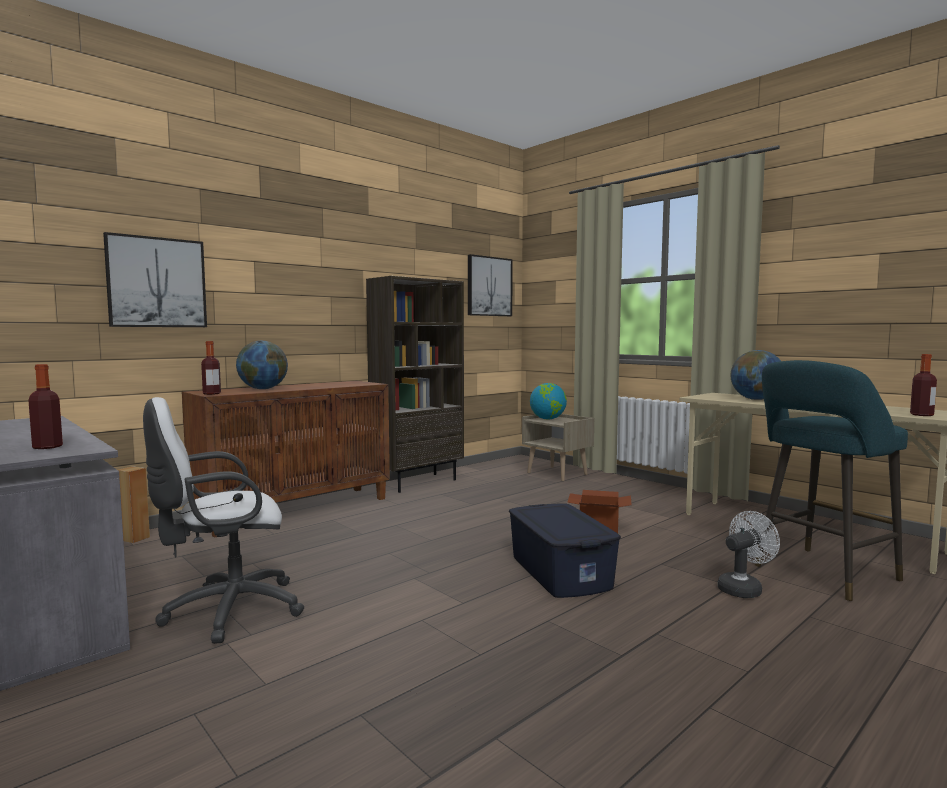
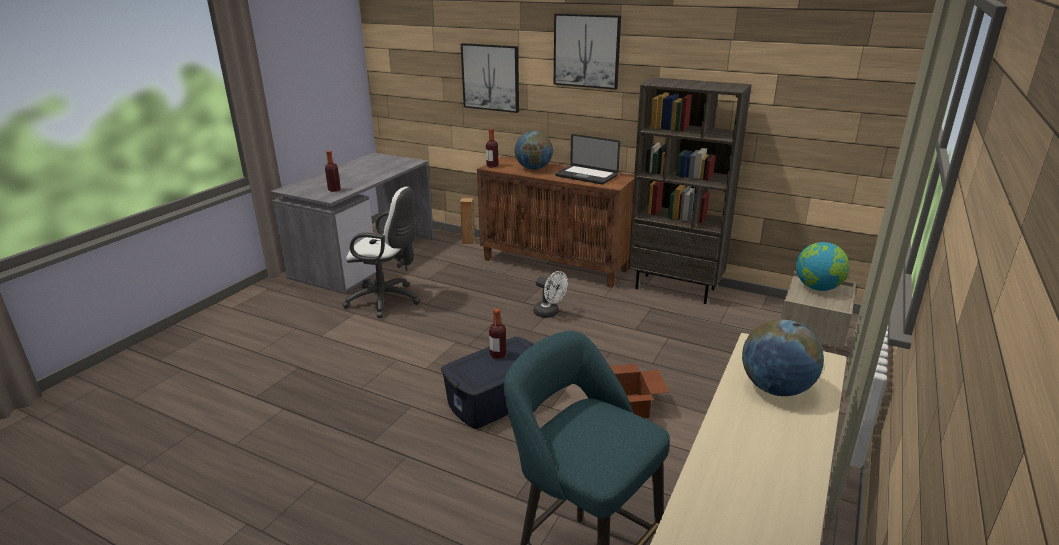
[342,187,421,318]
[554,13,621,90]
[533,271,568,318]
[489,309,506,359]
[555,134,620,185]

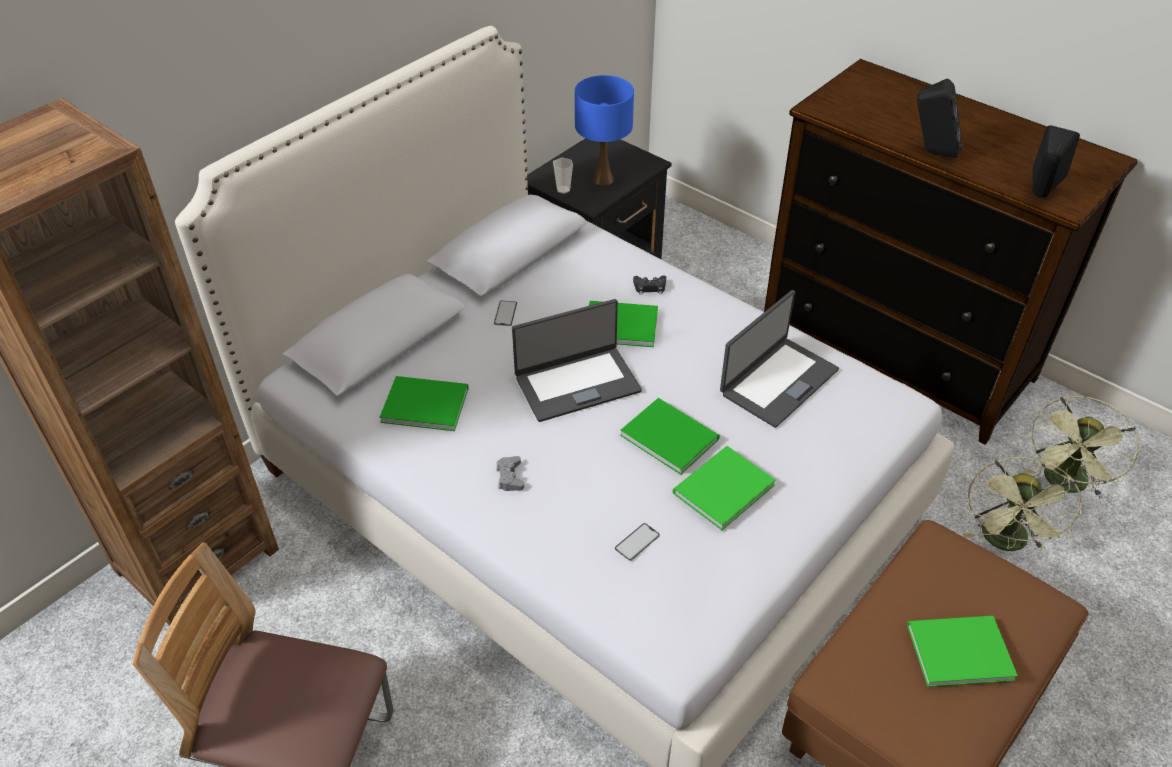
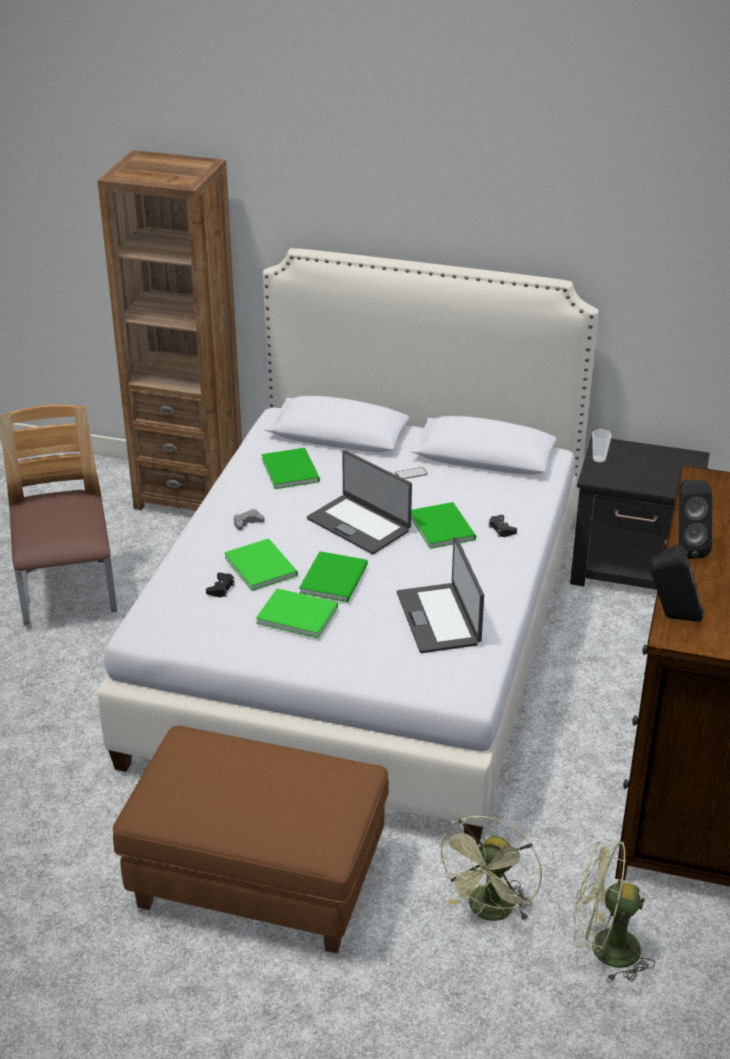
[575,75,634,185] (first image)
[206,573,235,597]
[397,537,484,653]
[224,538,298,591]
[435,816,542,922]

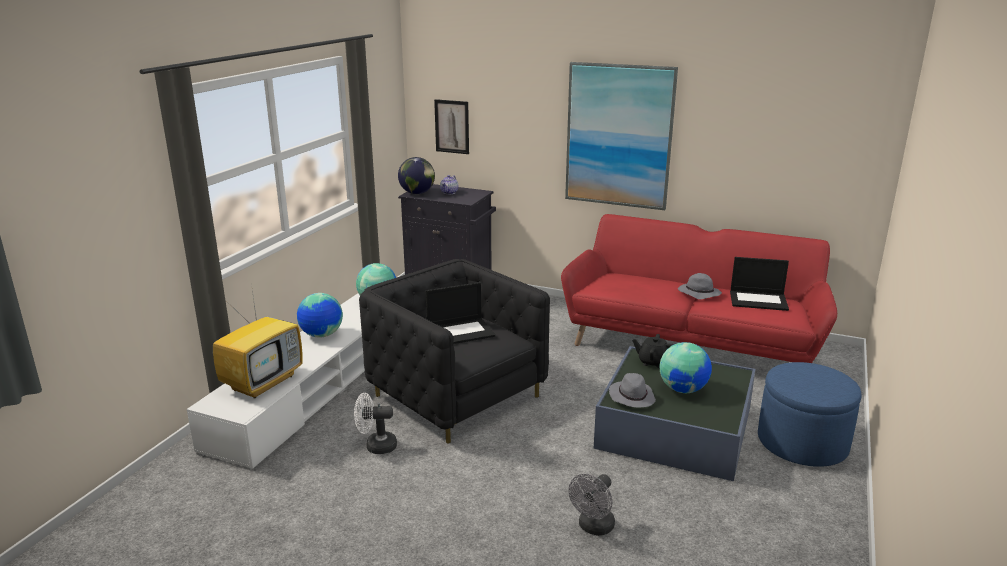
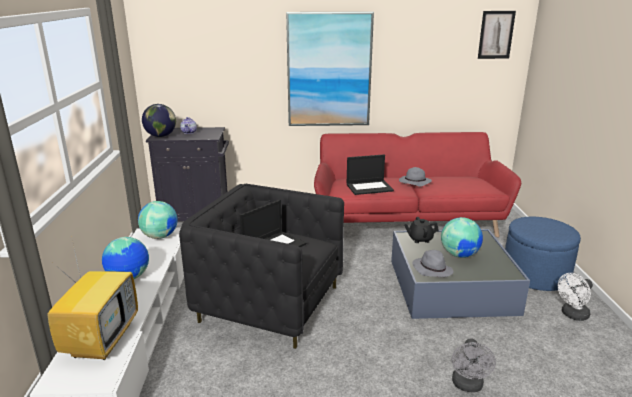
[558,273,593,321]
[478,11,516,59]
[347,154,394,195]

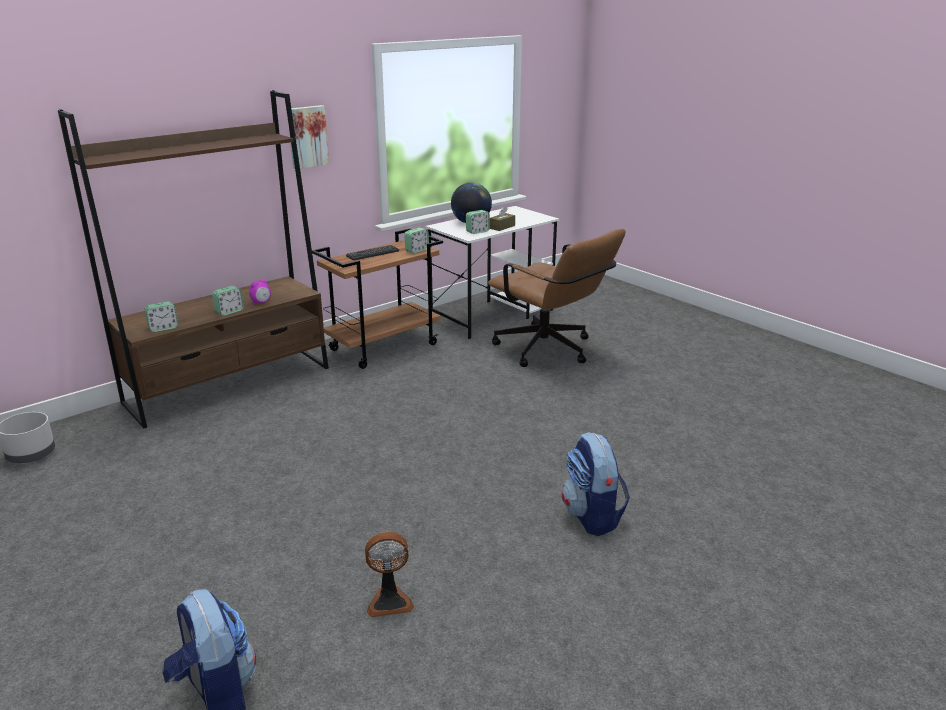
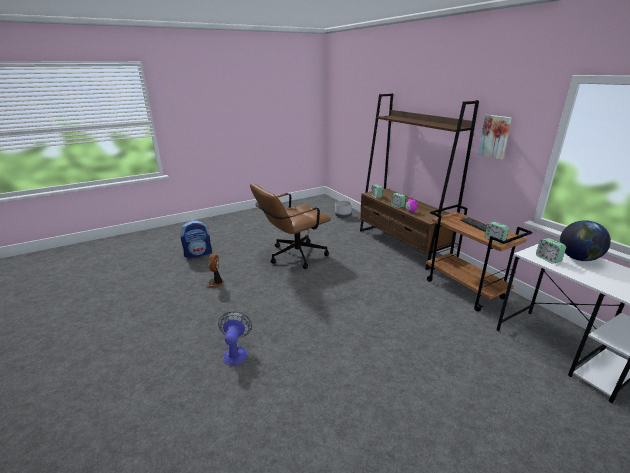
[250,183,331,269]
[490,206,515,231] (first image)
[218,311,252,365]

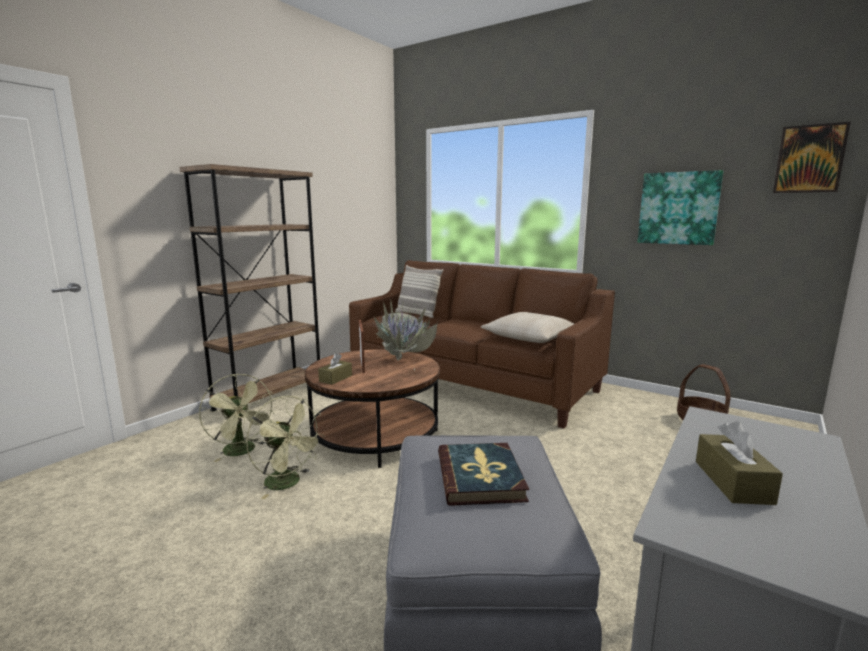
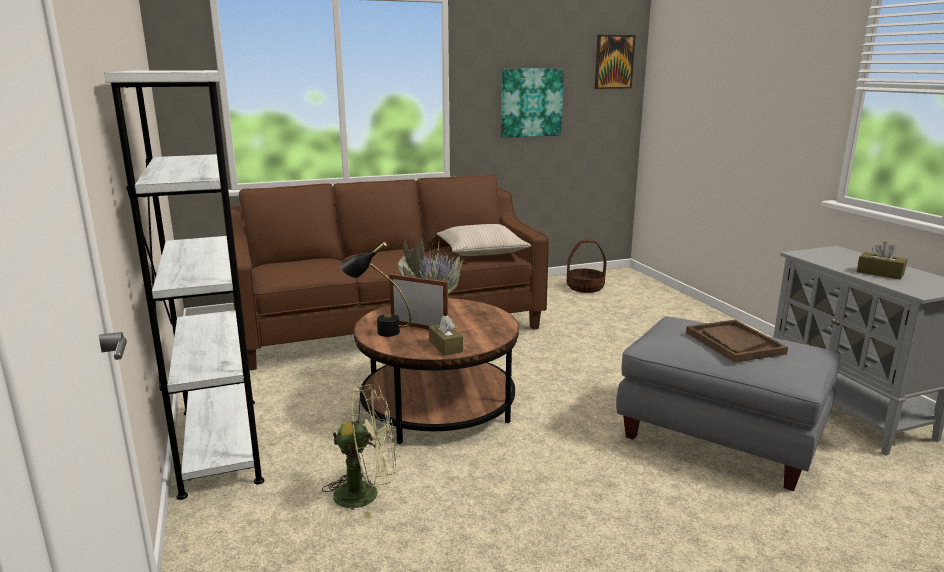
[104,70,264,500]
[246,396,325,499] (first image)
[395,265,443,318] (first image)
[686,320,788,363]
[340,242,411,337]

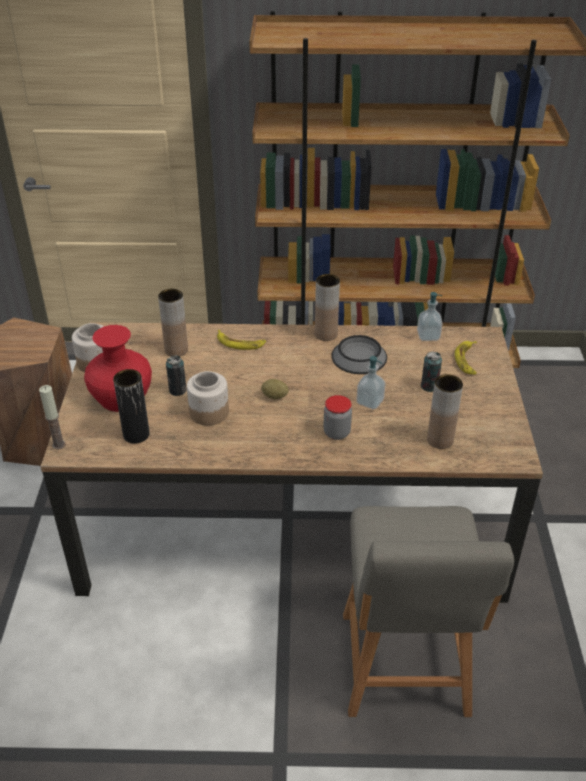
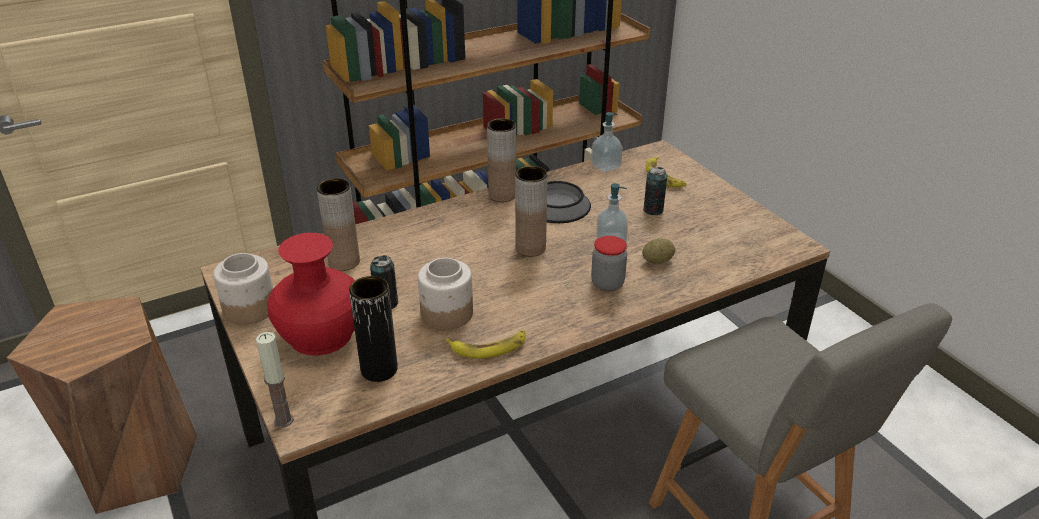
[446,330,526,358]
[642,239,675,264]
[515,166,548,256]

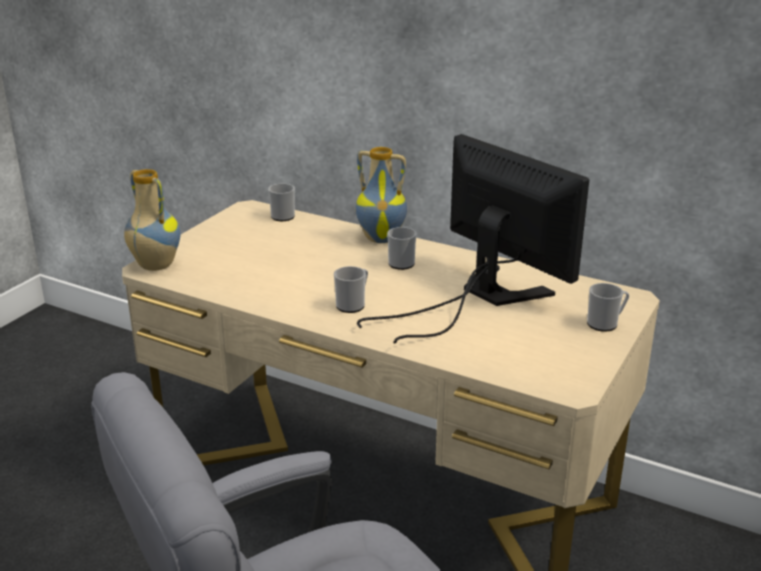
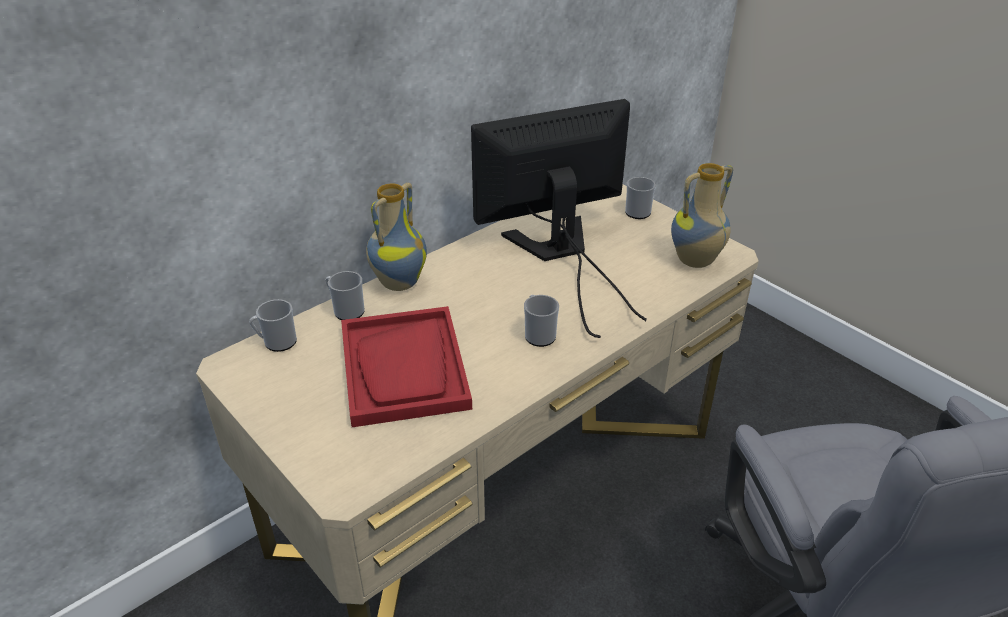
[671,163,733,268]
[325,271,365,320]
[341,306,472,427]

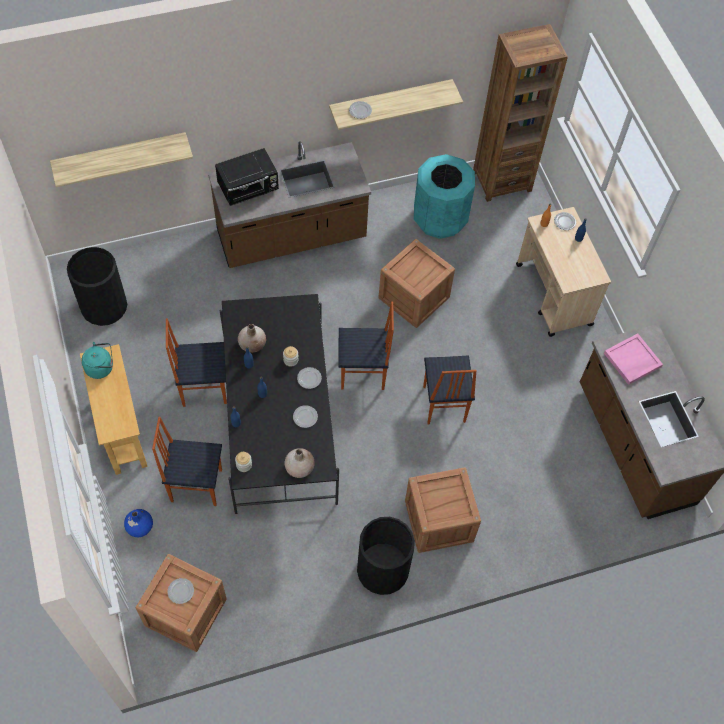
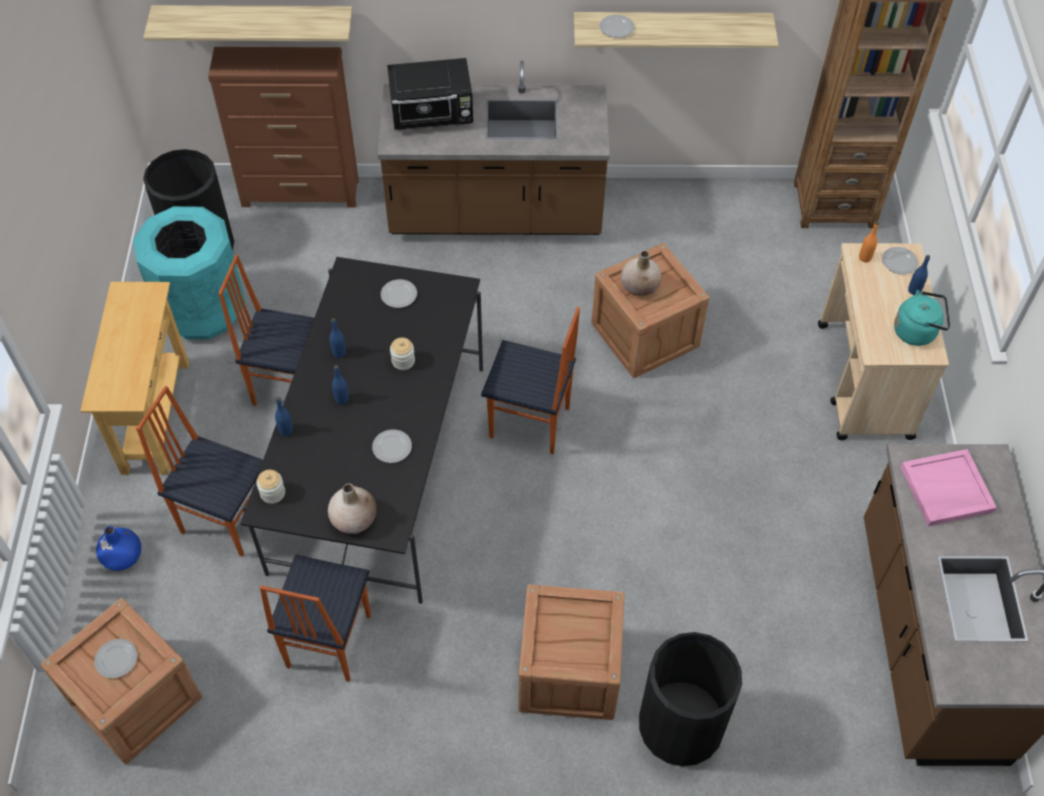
[894,290,950,346]
[621,251,662,296]
[381,279,417,308]
[639,632,742,766]
[133,206,245,340]
[260,555,371,682]
[208,47,359,208]

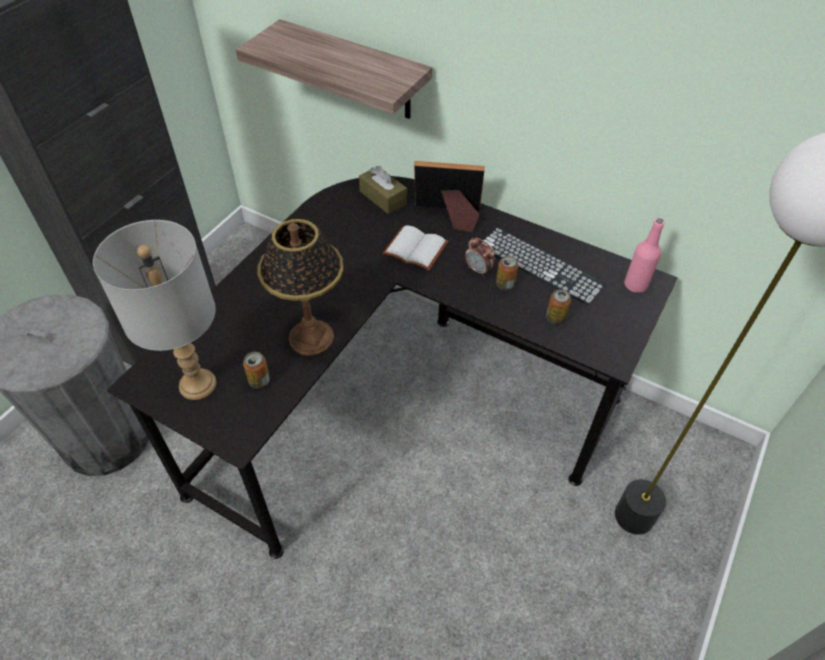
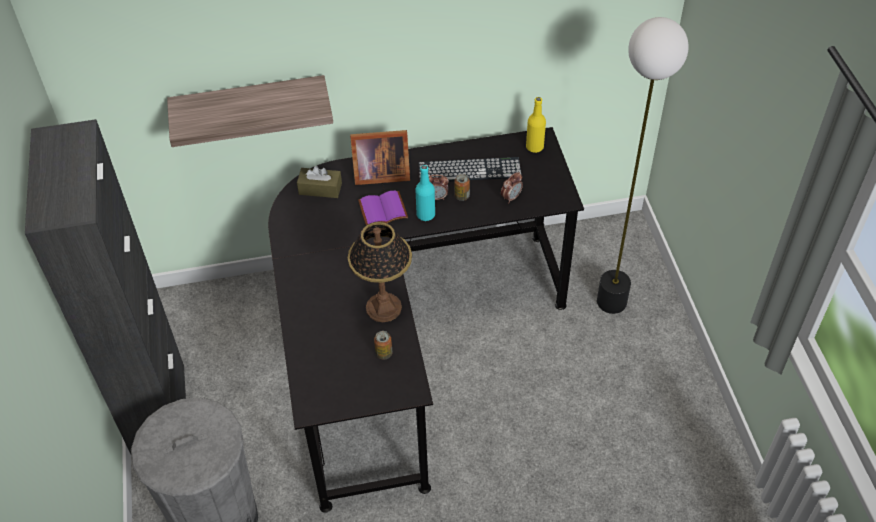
[93,220,217,400] (first image)
[358,191,408,225]
[350,130,410,185]
[501,172,523,203]
[526,97,546,153]
[415,165,435,221]

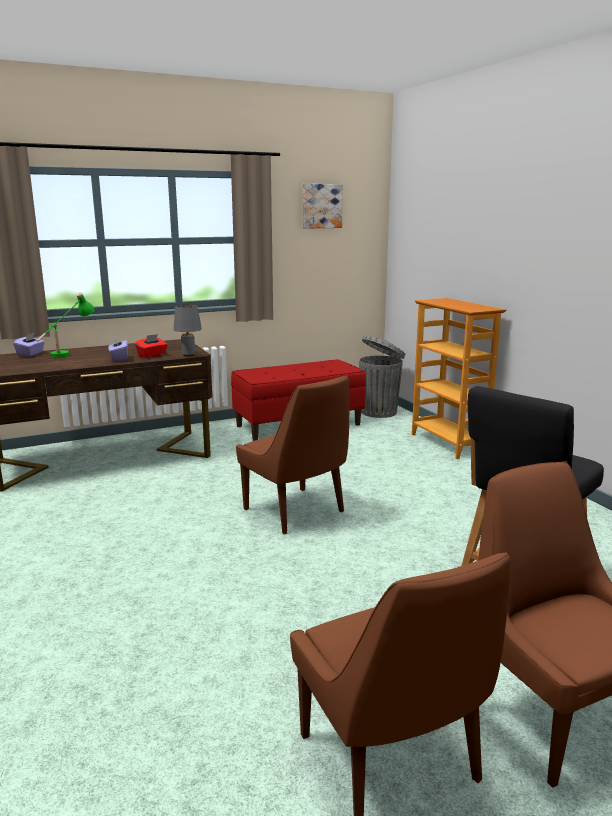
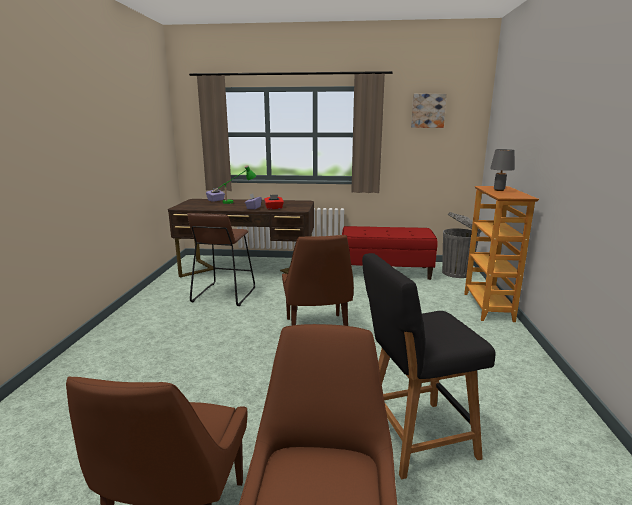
[490,149,515,191]
[187,213,255,306]

